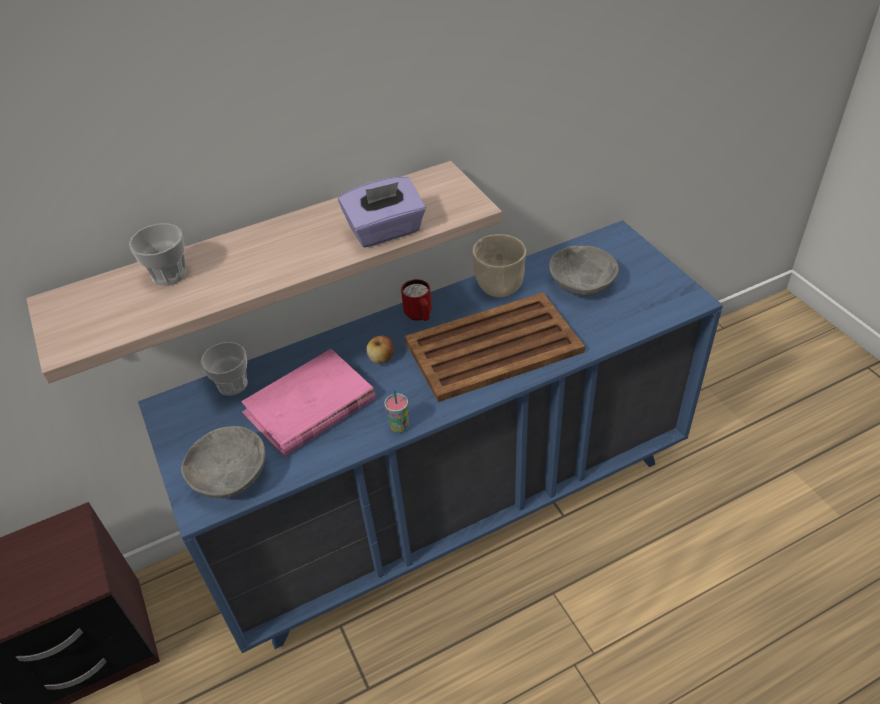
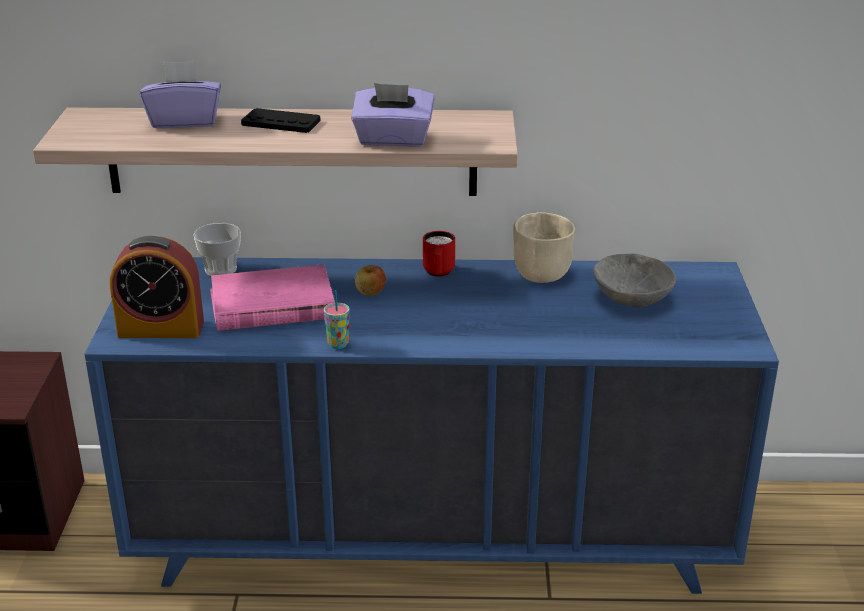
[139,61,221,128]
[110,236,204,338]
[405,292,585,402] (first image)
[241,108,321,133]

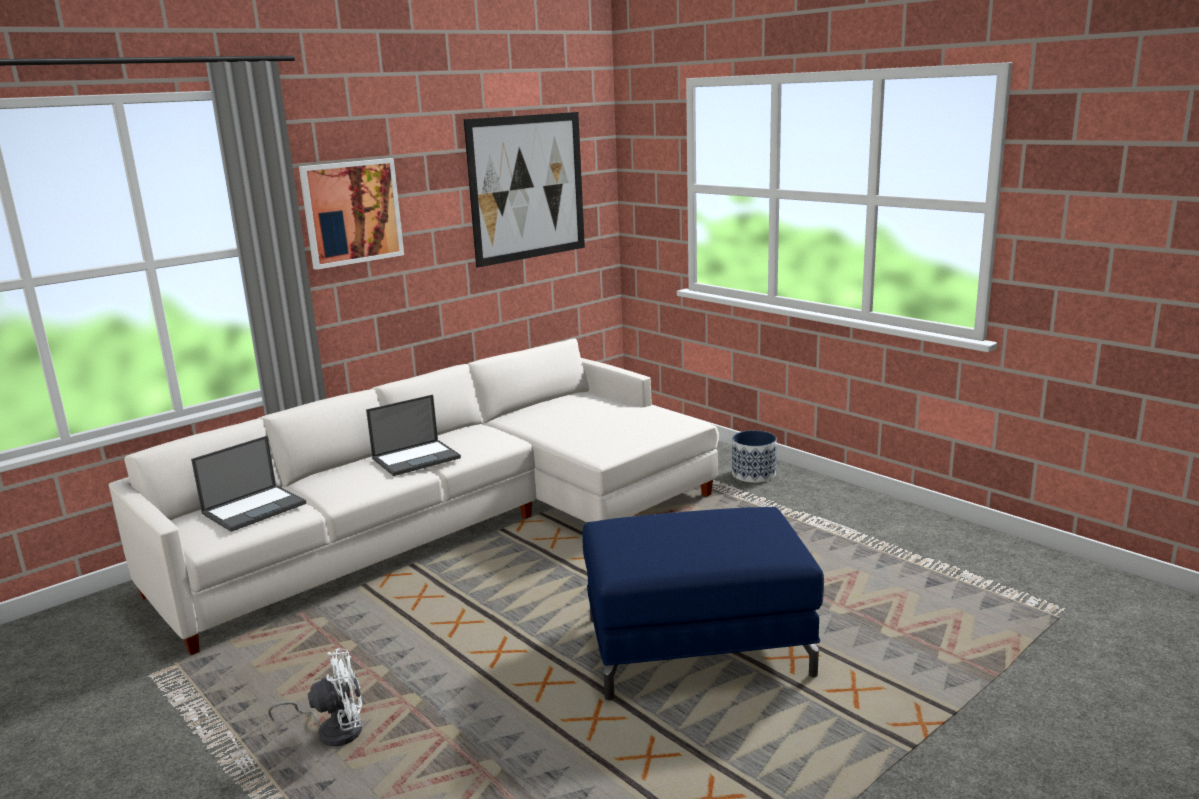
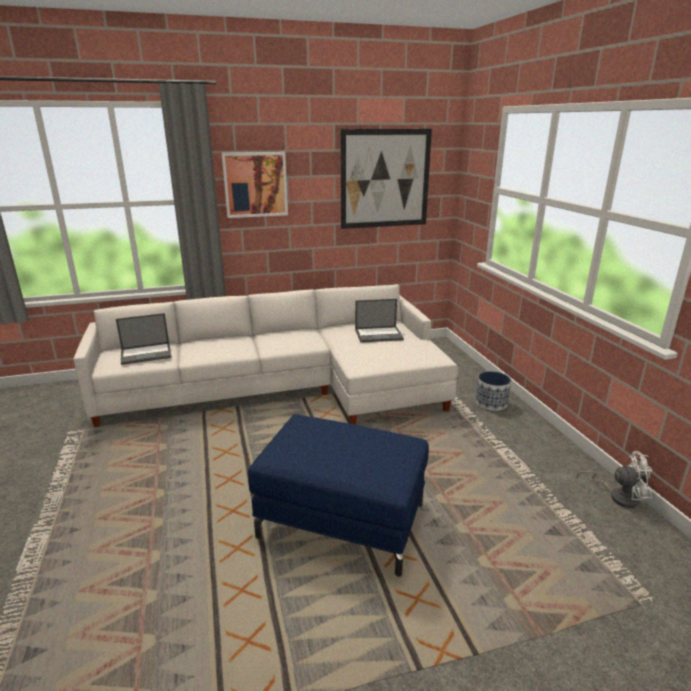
[577,451,652,508]
[355,299,404,343]

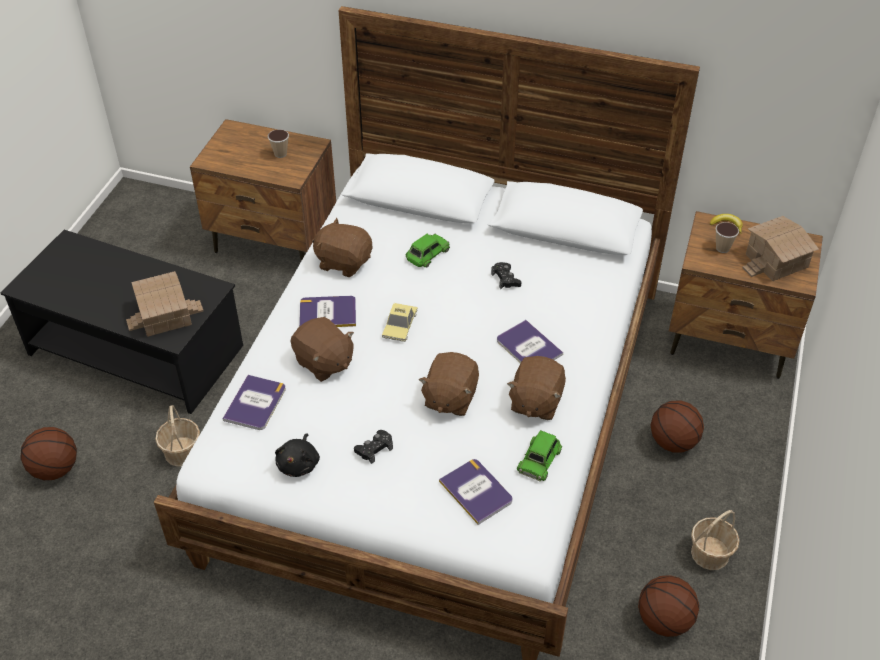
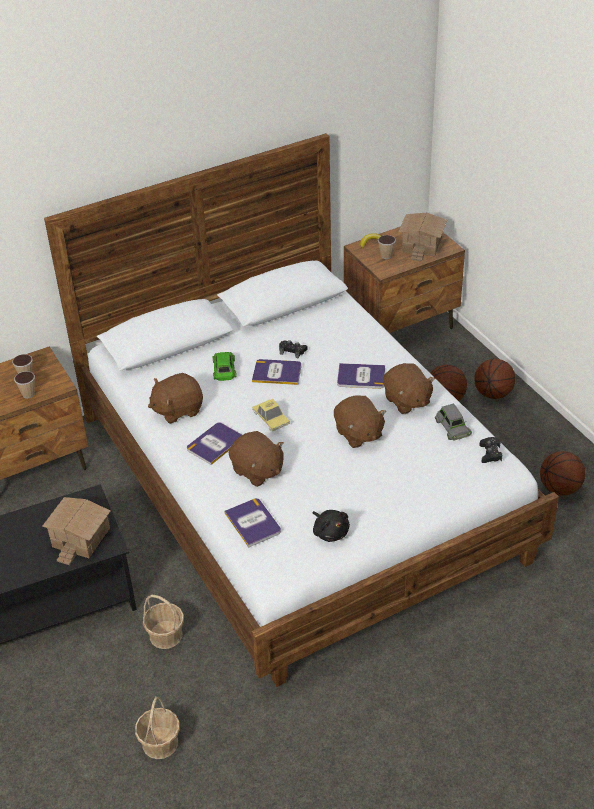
[474,359,516,399]
[229,431,284,487]
[479,437,502,463]
[252,359,302,385]
[435,404,472,441]
[135,696,180,759]
[14,371,35,398]

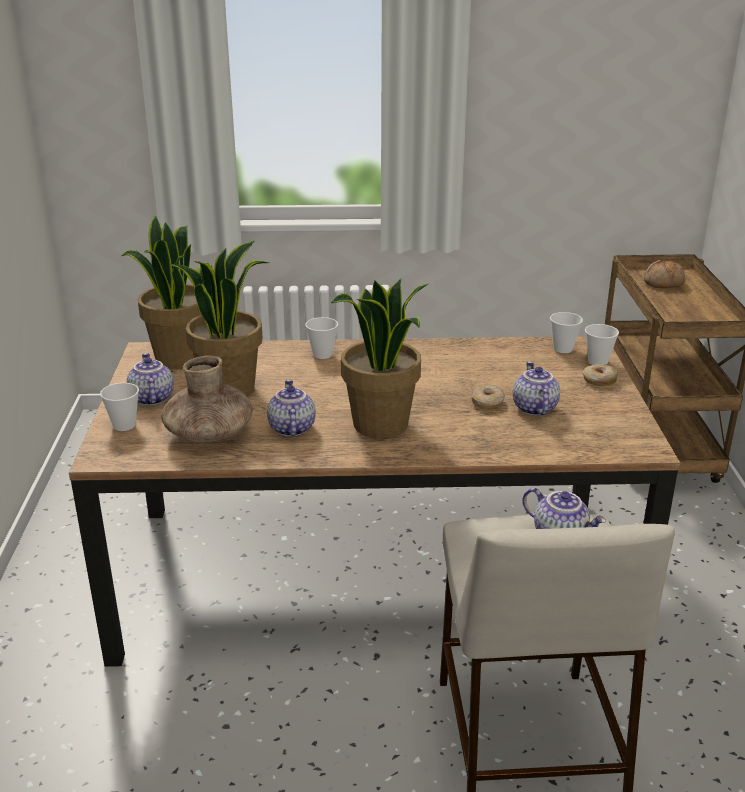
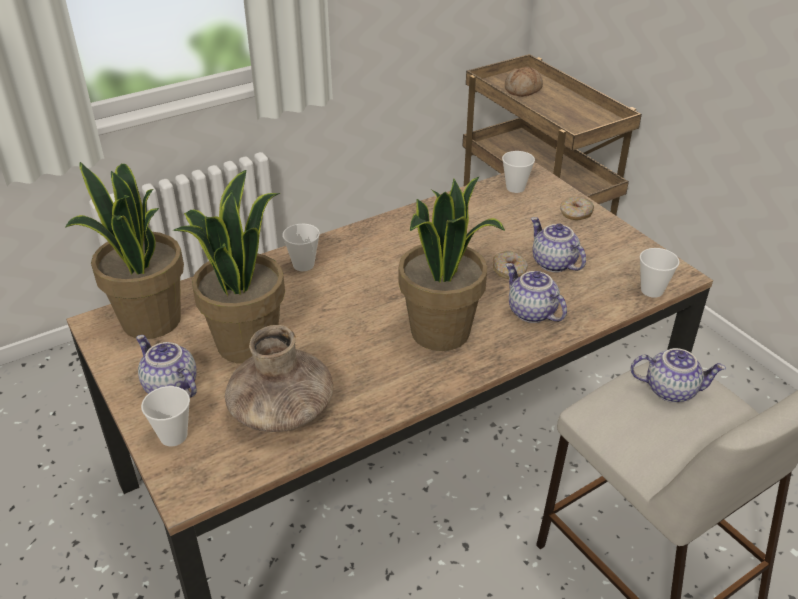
[506,263,567,323]
[640,248,680,298]

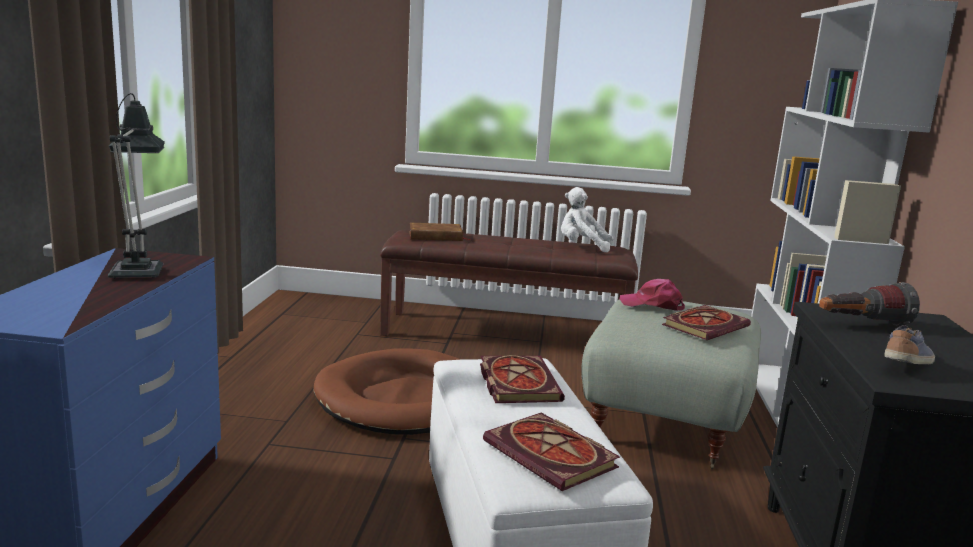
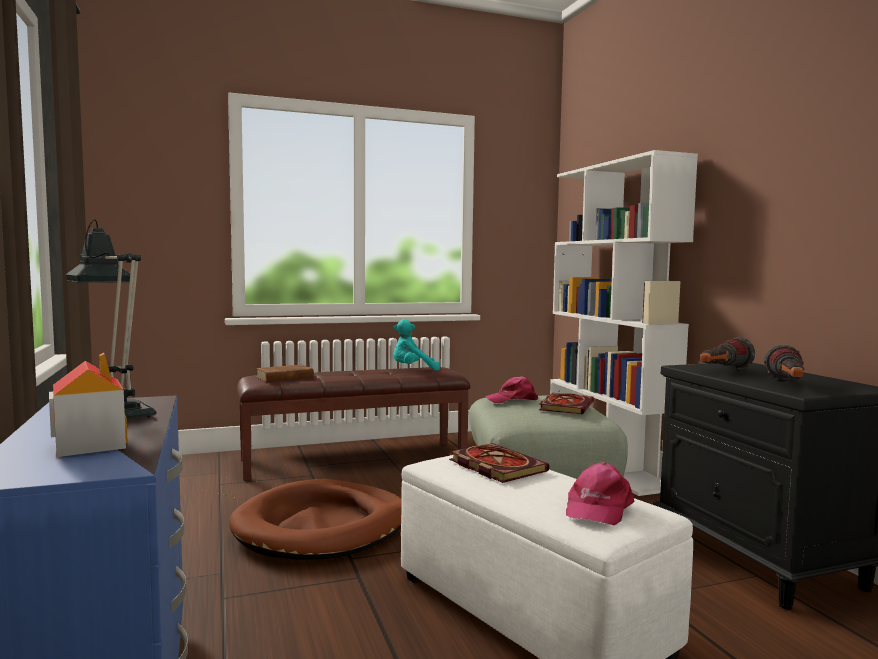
[566,462,635,525]
[393,319,440,371]
[764,345,804,380]
[49,353,128,457]

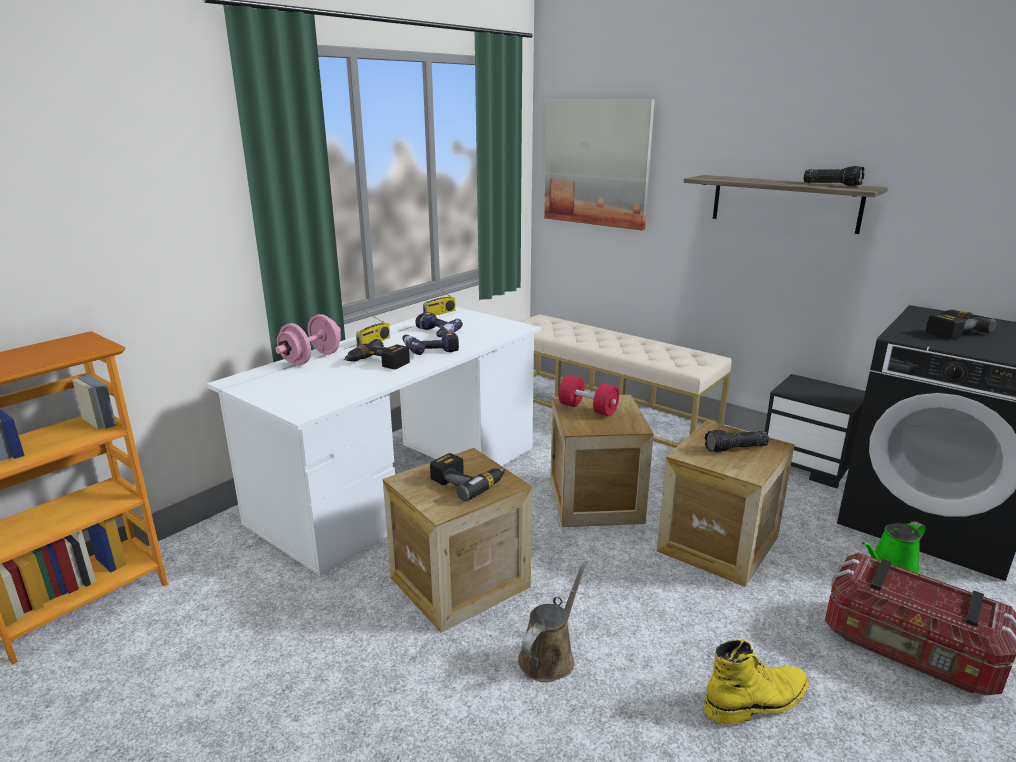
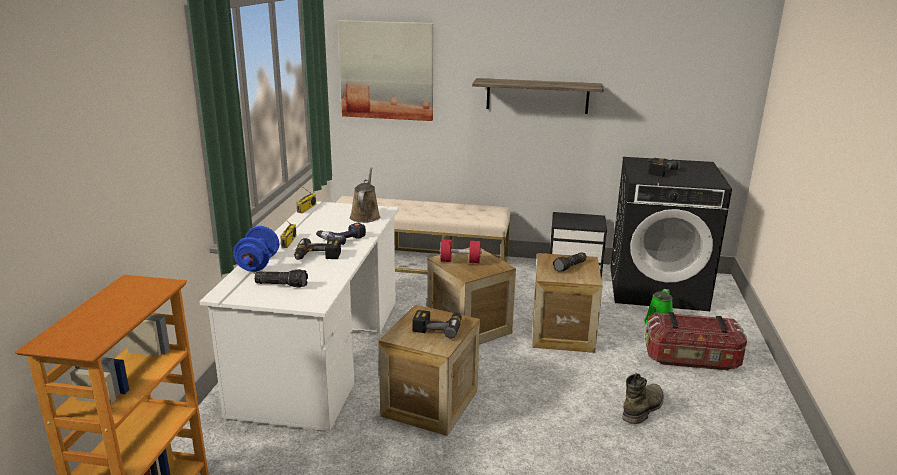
[233,226,279,272]
[416,312,463,337] (first image)
[350,167,380,223]
[622,373,664,424]
[254,269,308,288]

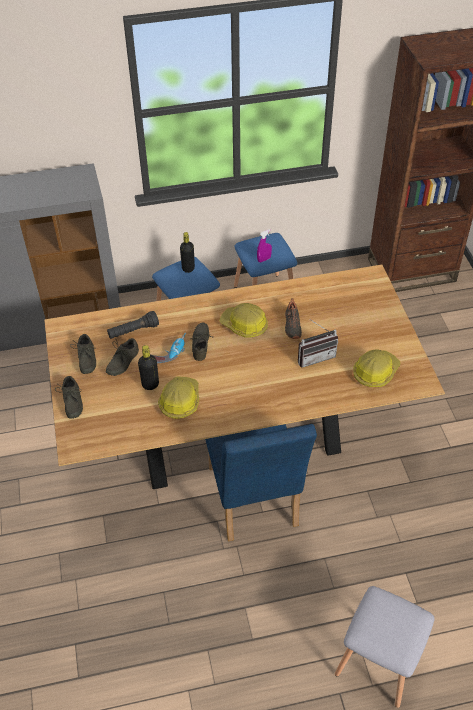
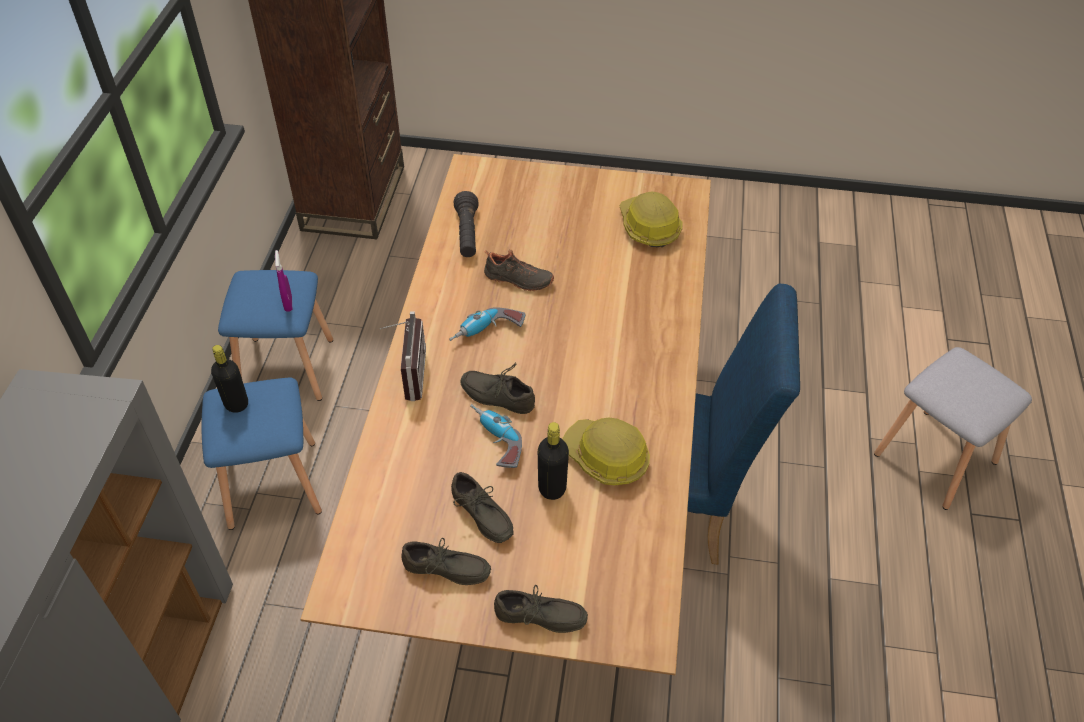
[454,191,479,257]
[449,307,525,341]
[380,311,426,401]

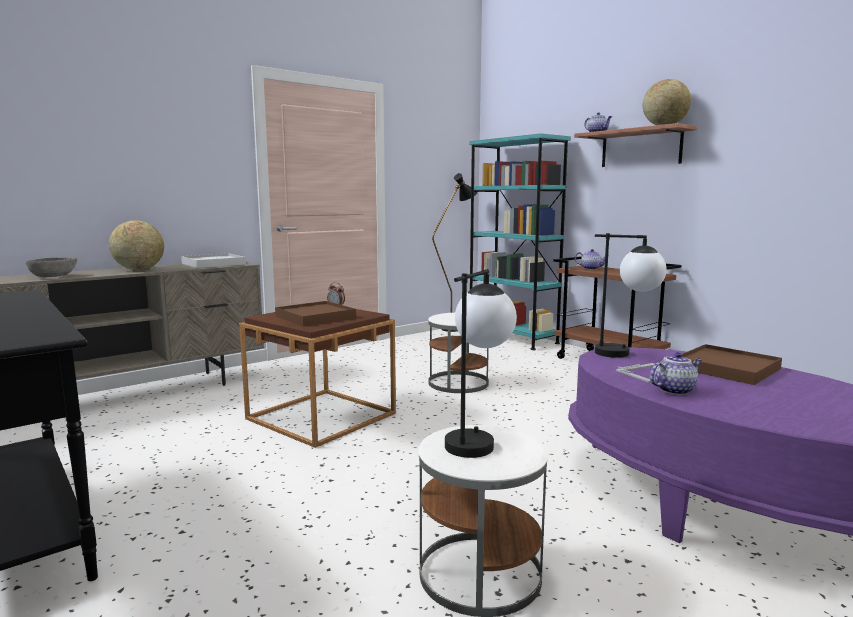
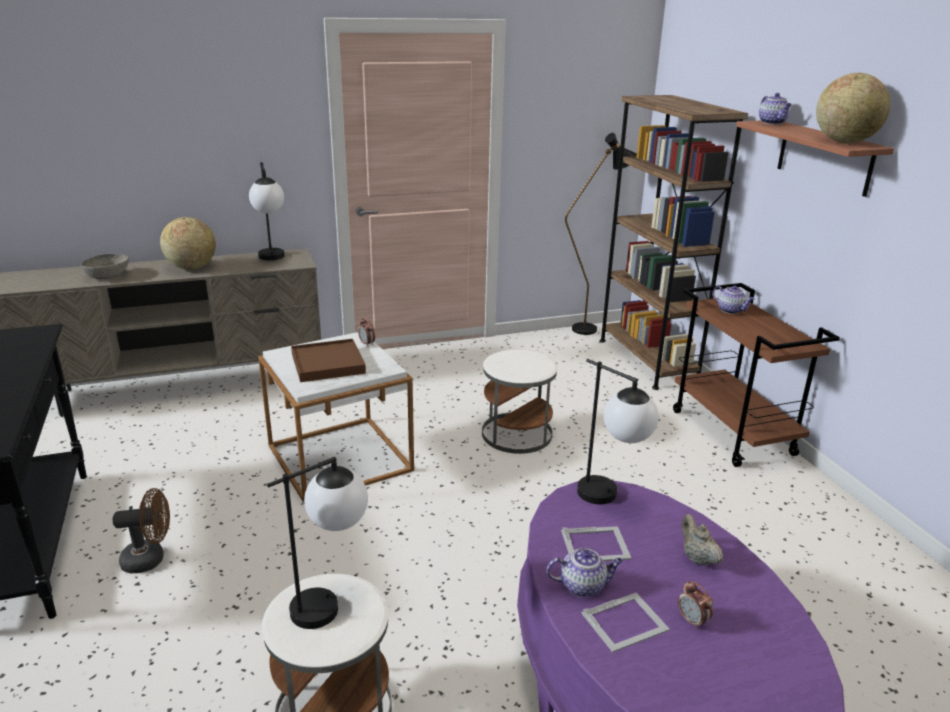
[249,162,285,260]
[258,332,414,503]
[600,95,748,390]
[681,514,723,566]
[113,488,170,573]
[581,593,670,653]
[678,581,713,630]

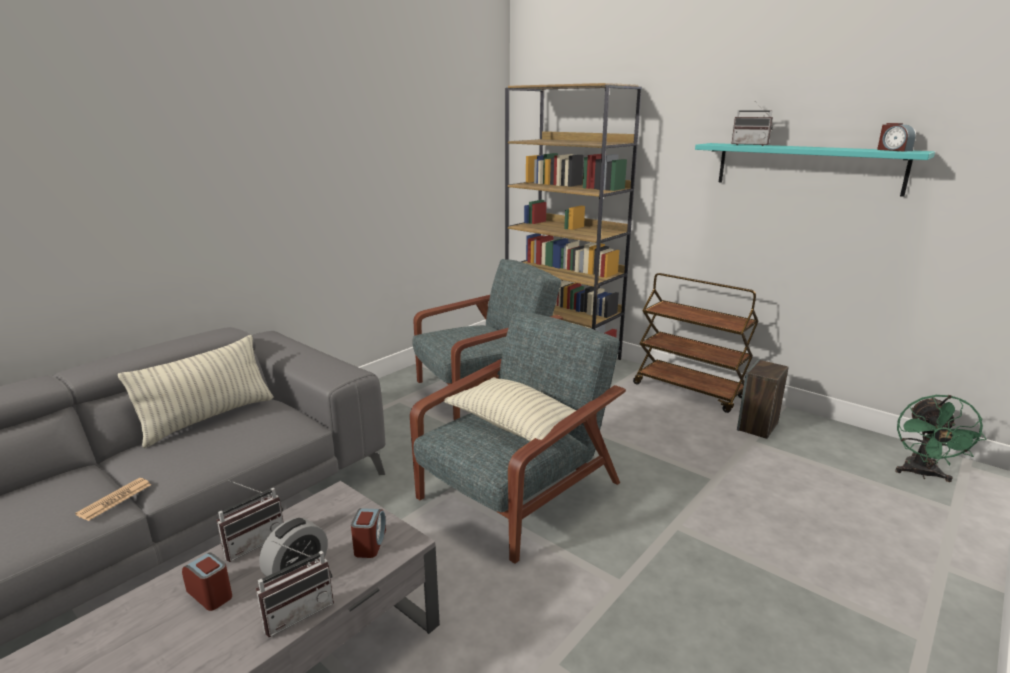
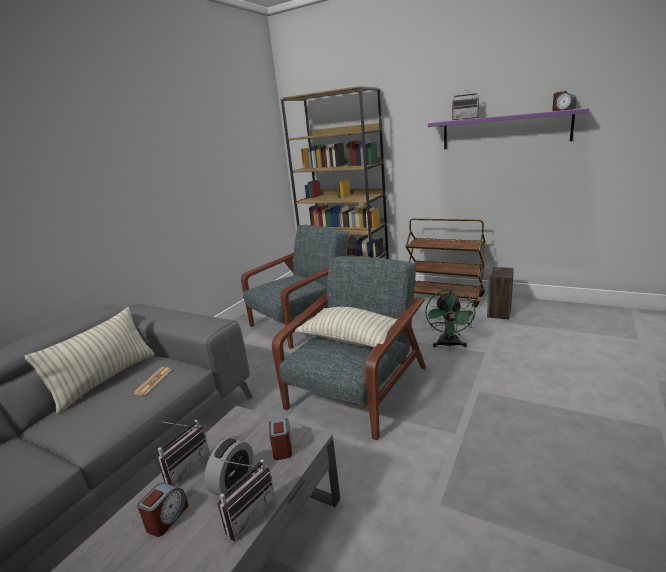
[133,367,171,395]
[137,483,189,537]
[428,108,589,149]
[425,289,477,348]

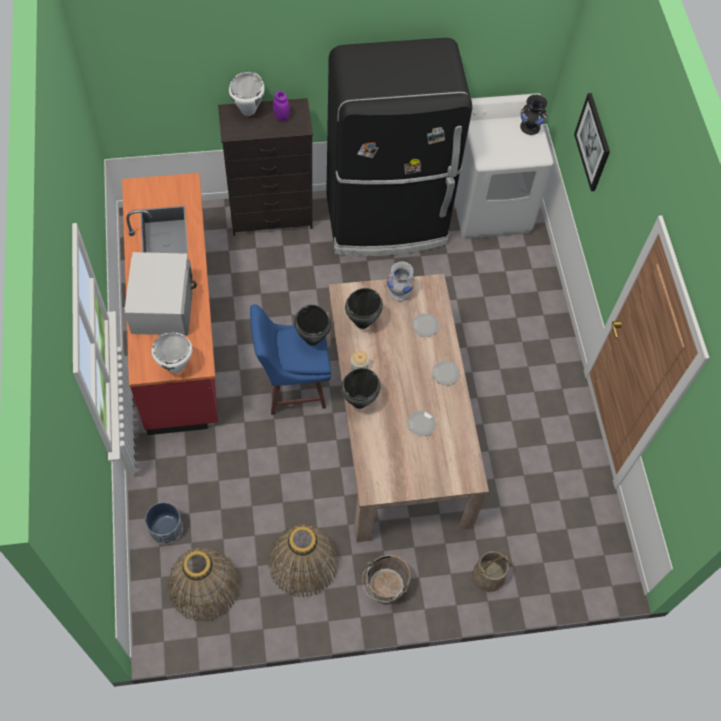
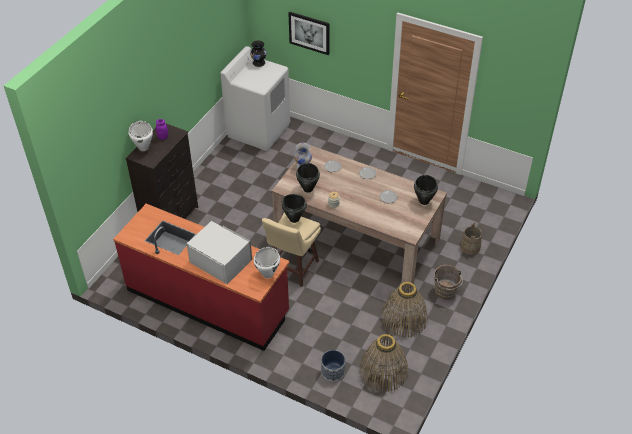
[262,212,321,287]
[326,38,472,256] (first image)
[414,175,438,205]

